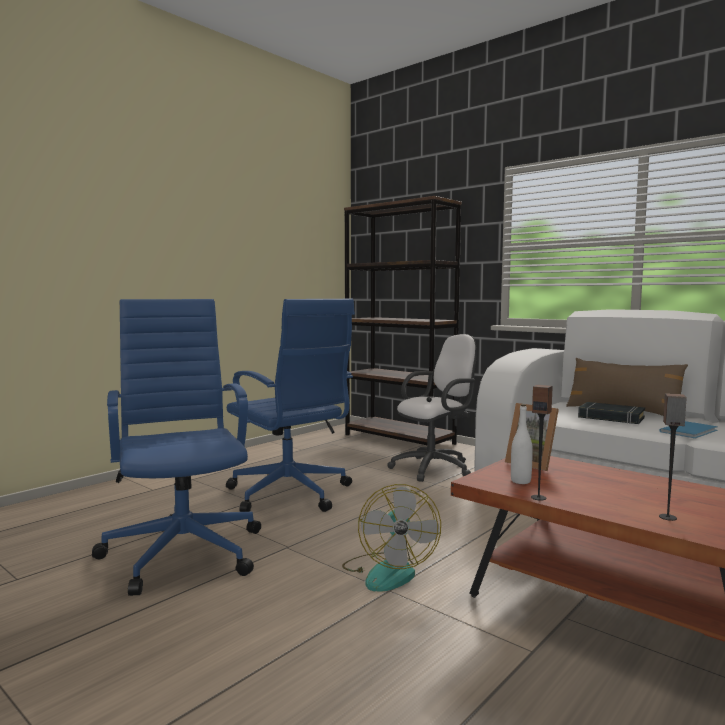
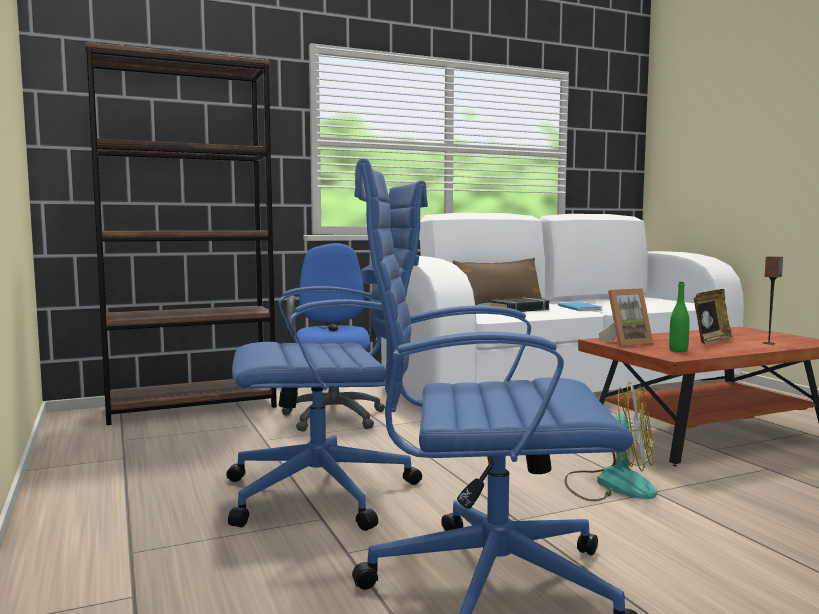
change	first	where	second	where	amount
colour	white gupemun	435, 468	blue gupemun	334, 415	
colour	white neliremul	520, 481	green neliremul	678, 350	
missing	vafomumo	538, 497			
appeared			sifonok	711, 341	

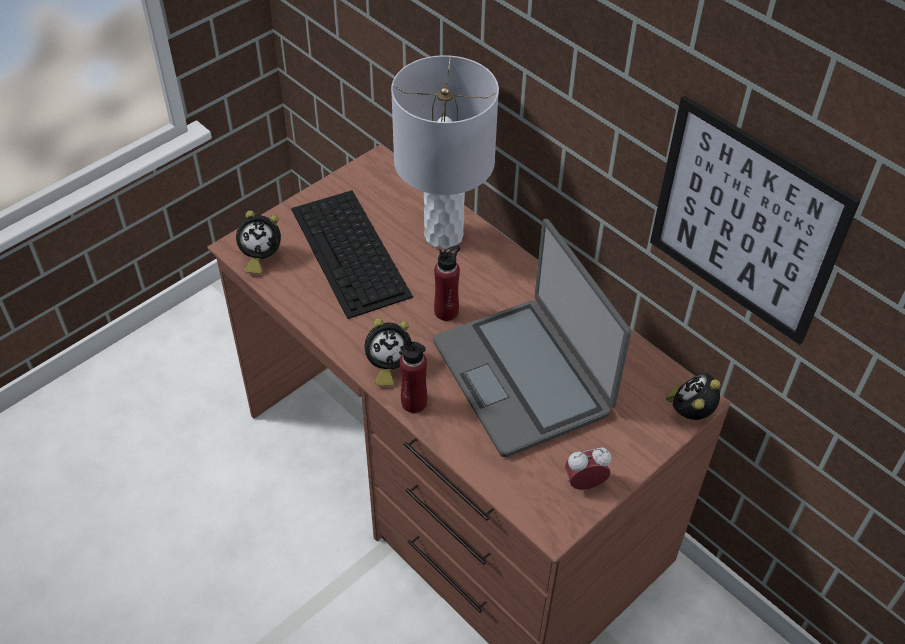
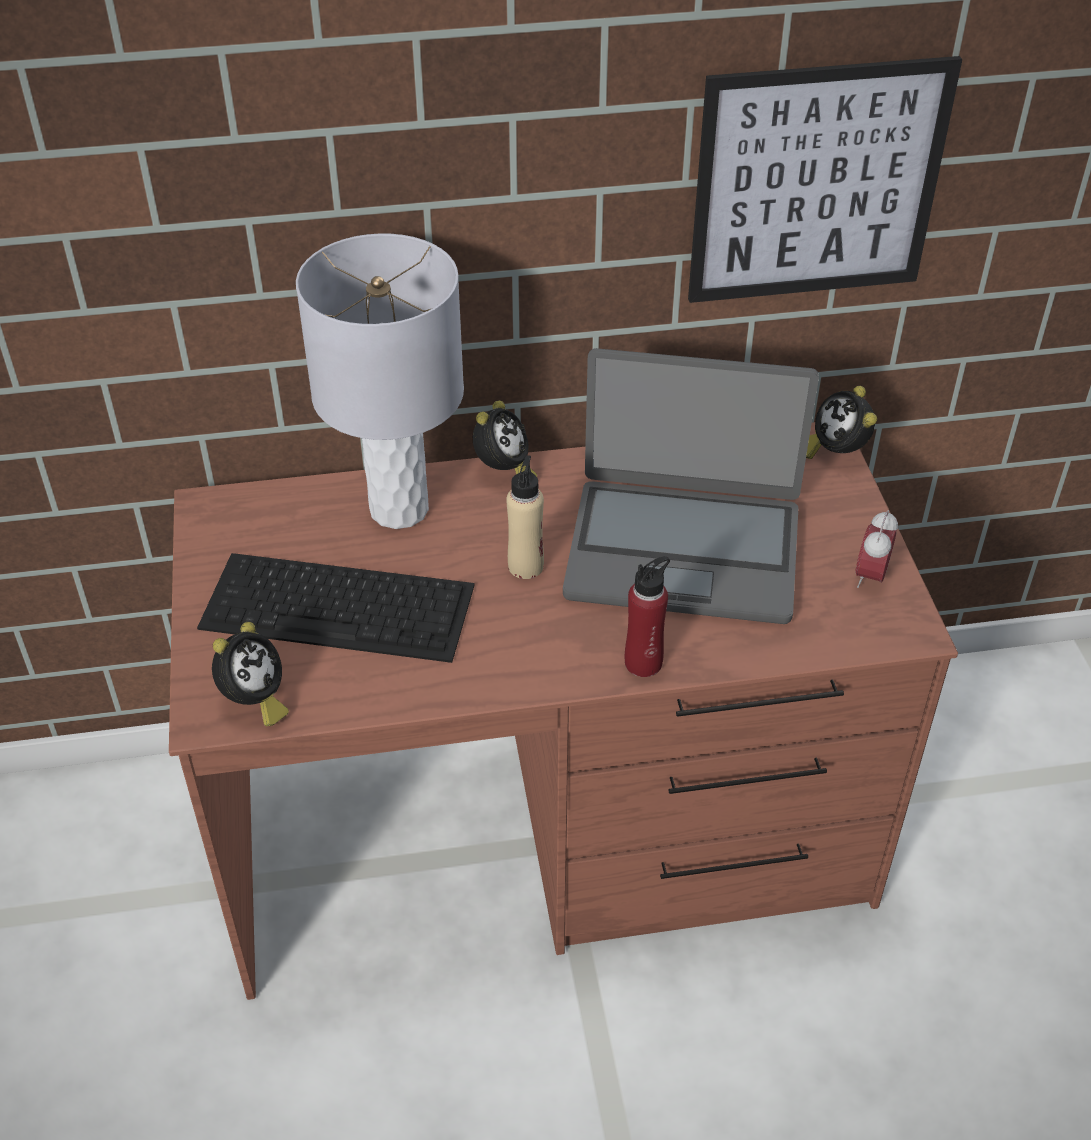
change	first	where	second	where	amount
relocated	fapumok	387, 366		503, 472	
colour	red neliremul	446, 311	beige neliremul	526, 566	

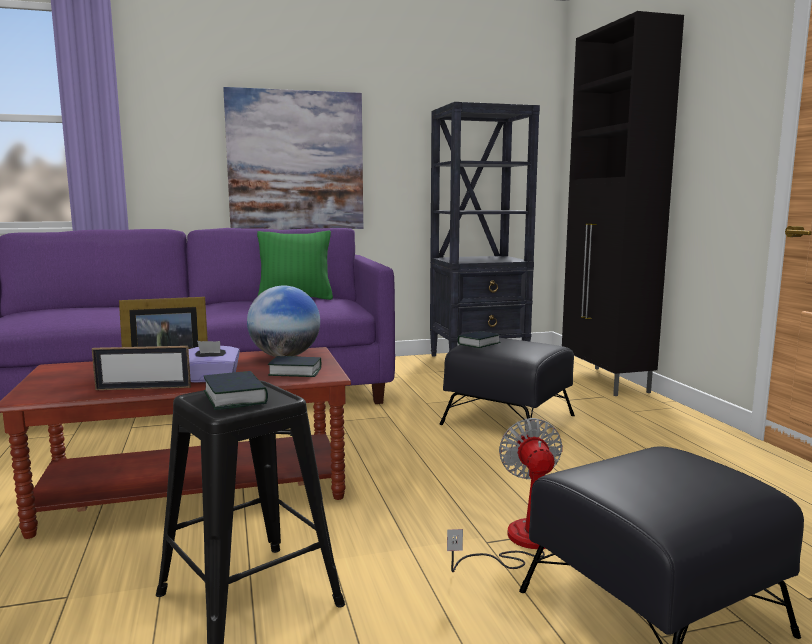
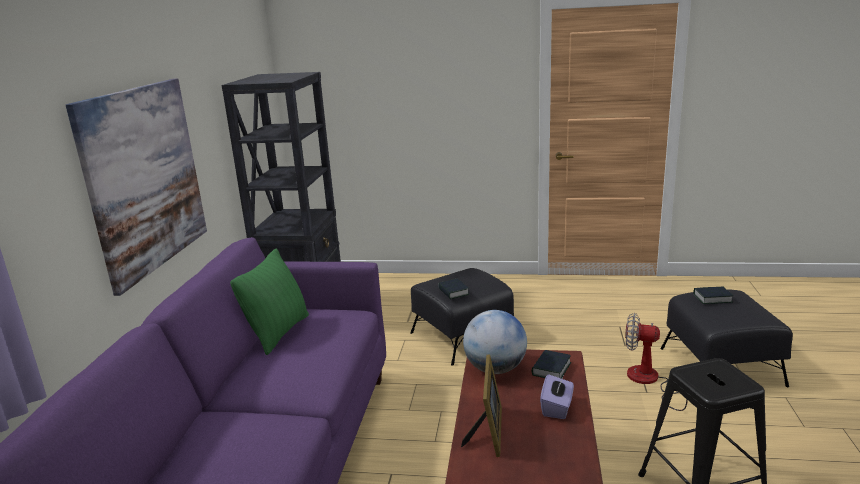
change	first	where	second	where	amount
missing	sifonok	143, 388			
relocated	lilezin	235, 397		712, 298	
missing	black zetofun	605, 381			

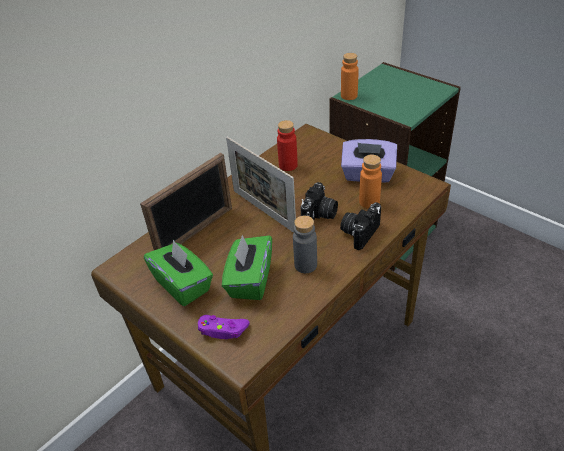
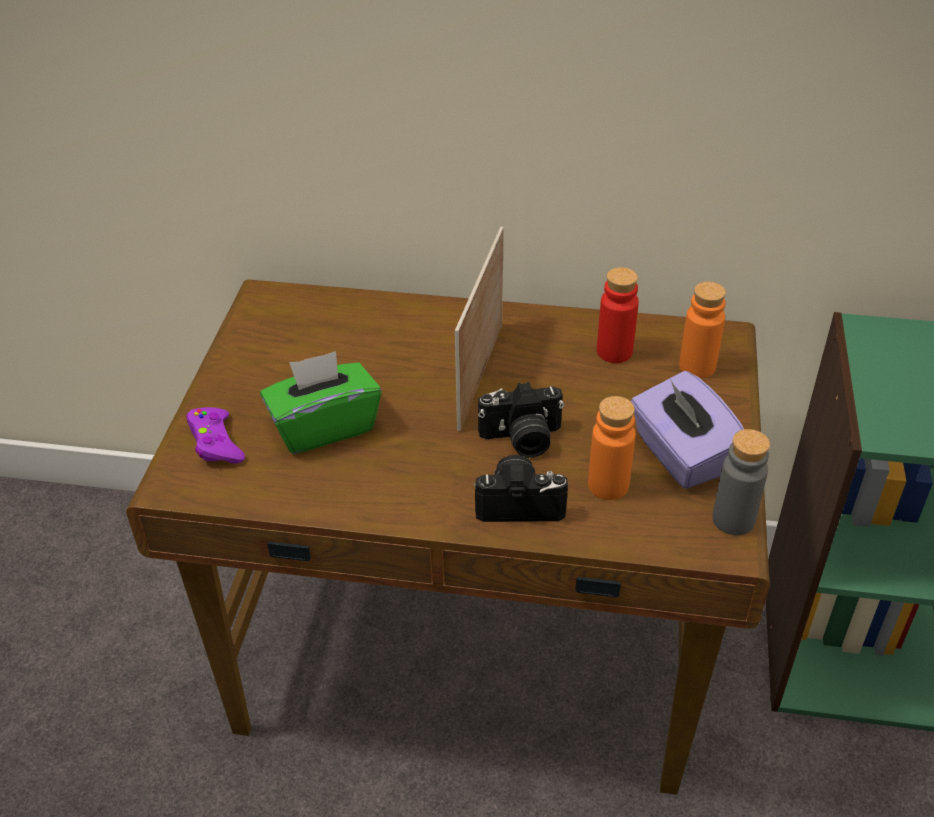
change	first	where	second	where	amount
missing	sifonok	196, 232			
missing	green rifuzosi	183, 285			
relocated	grey neliremul	305, 265		733, 519	
relocated	orange neliremul	349, 96		697, 366	

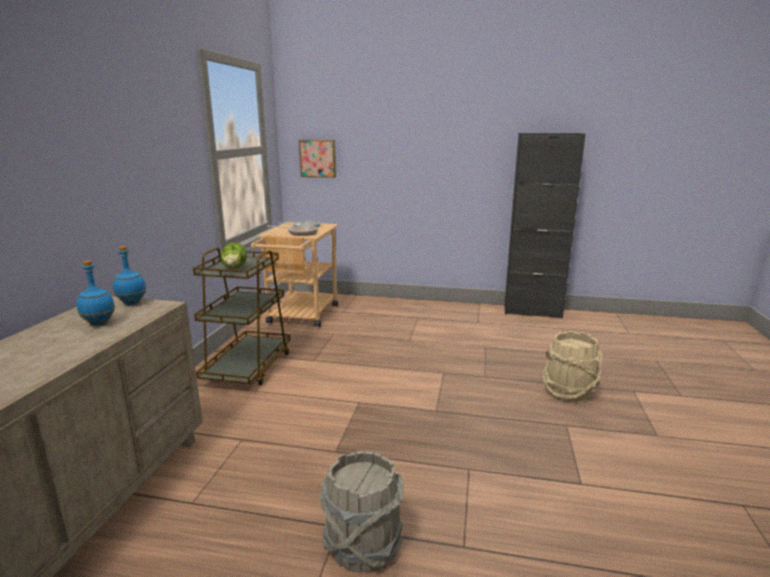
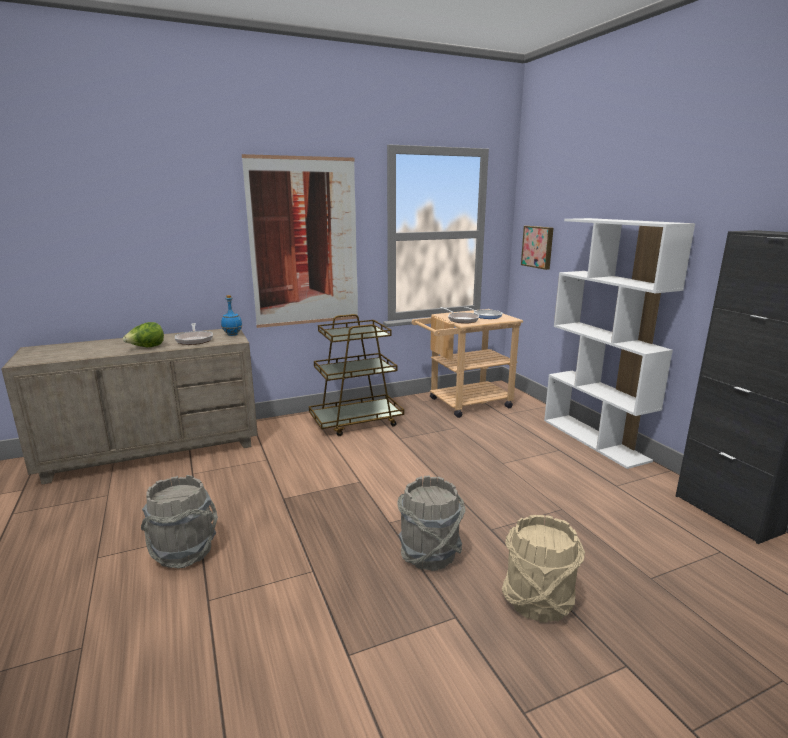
change	first	where	second	where	amount
exchanged	blue neliremul	99, 323	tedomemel	194, 340	
relocated	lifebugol	234, 269		146, 347	
appeared			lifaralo	304, 243	
appeared			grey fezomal	429, 554	
appeared			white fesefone	594, 439	

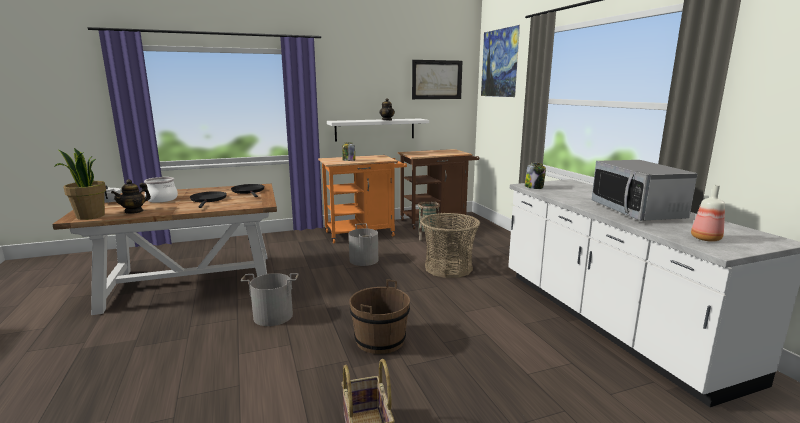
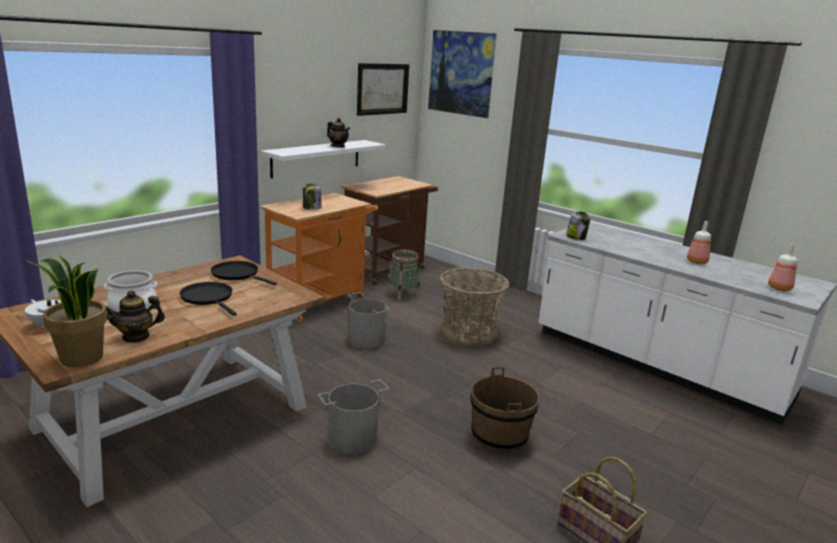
change	first	where	second	where	amount
spun	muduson	134, 211		136, 337	60 degrees clockwise
exchanged	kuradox	637, 211	neliremul	697, 262	

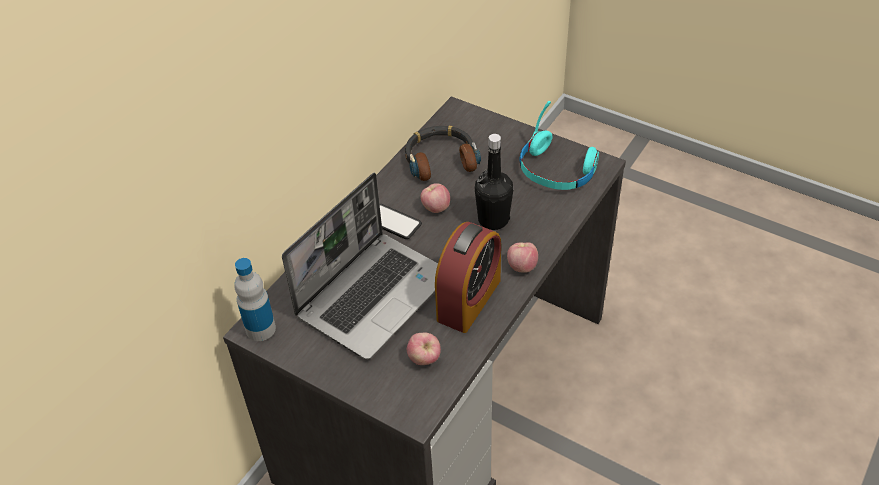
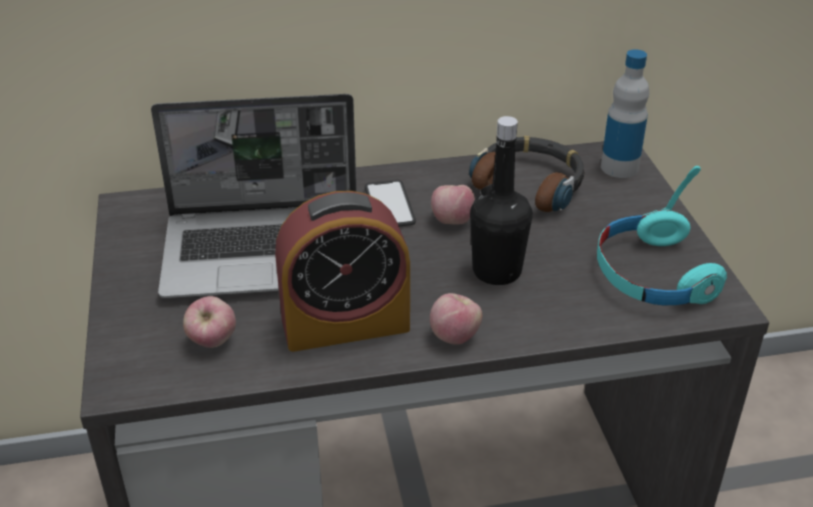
change	first	where	second	where	amount
relocated	neliremul	260, 329		619, 167	

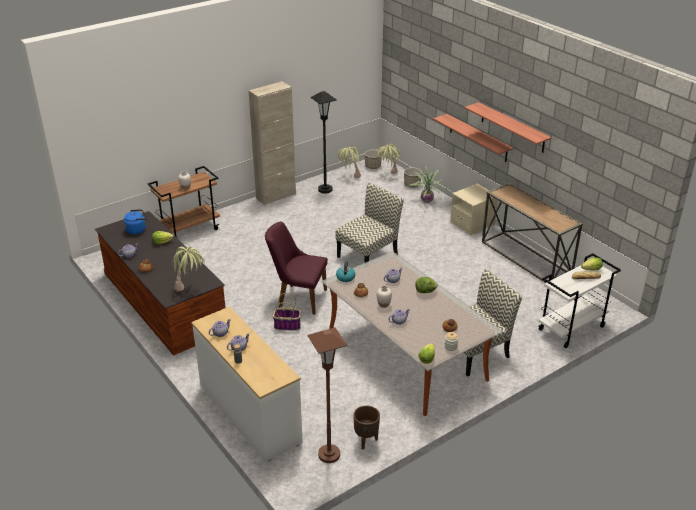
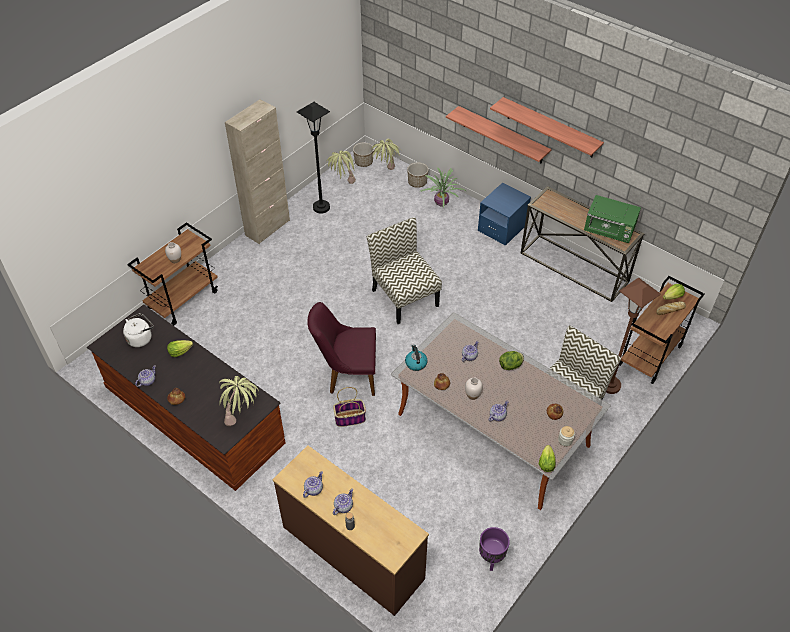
change	first	where	second	where	amount
colour	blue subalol	137, 230	white subalol	141, 338	
colour	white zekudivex	249, 413	brown zekudivex	352, 553	
relocated	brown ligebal	329, 454		610, 385	
spun	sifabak	368, 255		404, 297	60 degrees counterclockwise
colour	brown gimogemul	366, 441	purple gimogemul	491, 559	
colour	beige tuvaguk	472, 223	blue tuvaguk	502, 228	
colour	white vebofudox	571, 329	brown vebofudox	650, 356	
appeared			green kuradox	609, 231	

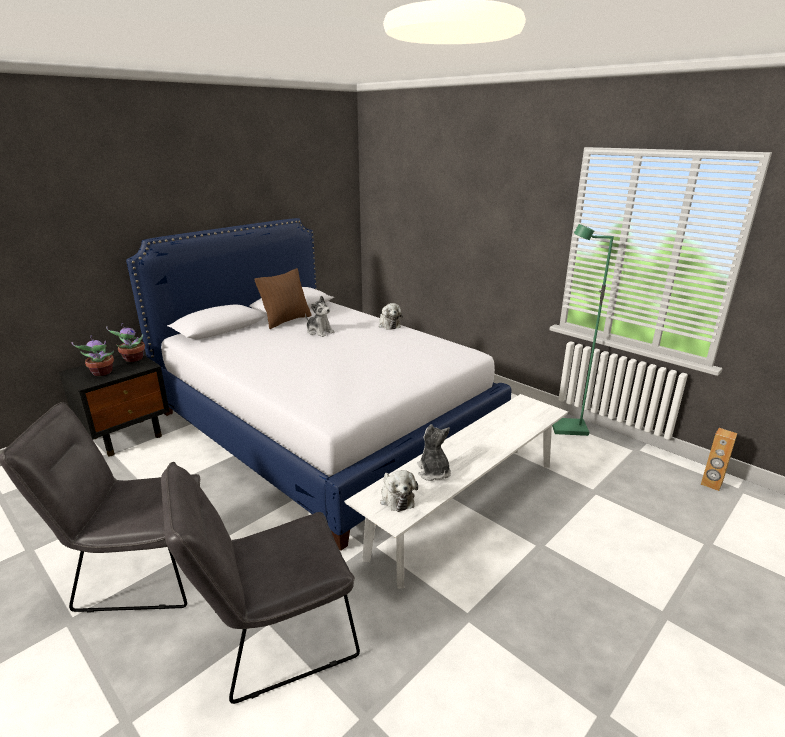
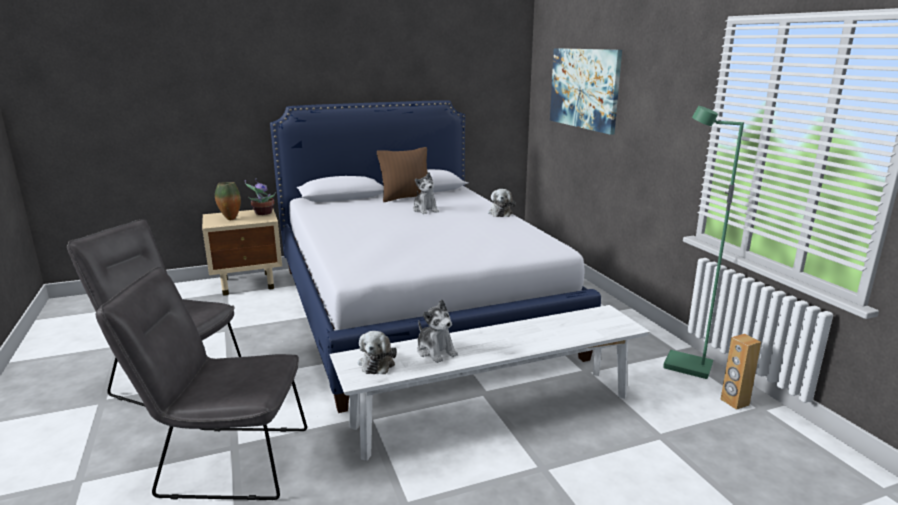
change	first	where	second	where	amount
colour	black tuvaguk	127, 436	beige tuvaguk	248, 283	
exchanged	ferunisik	101, 373	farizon	230, 219	
spun	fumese	433, 472		436, 351	135 degrees clockwise
relocated	brown vafomumo	711, 484		734, 402	
appeared			lifaralo	584, 88	

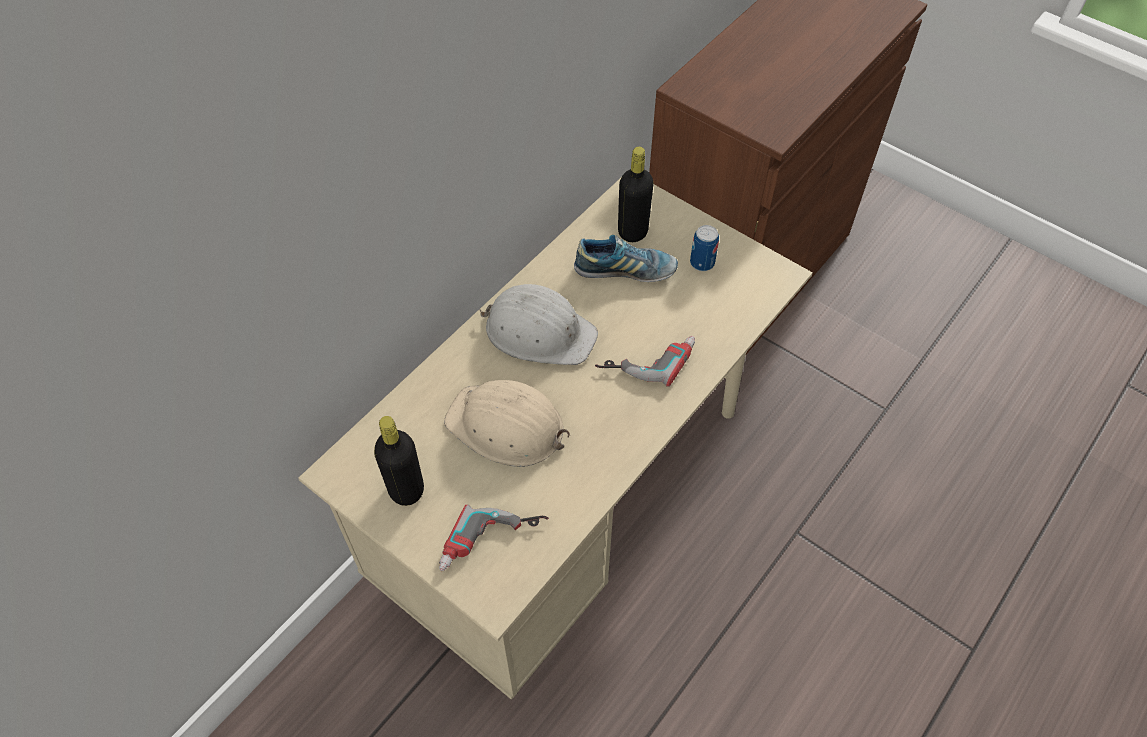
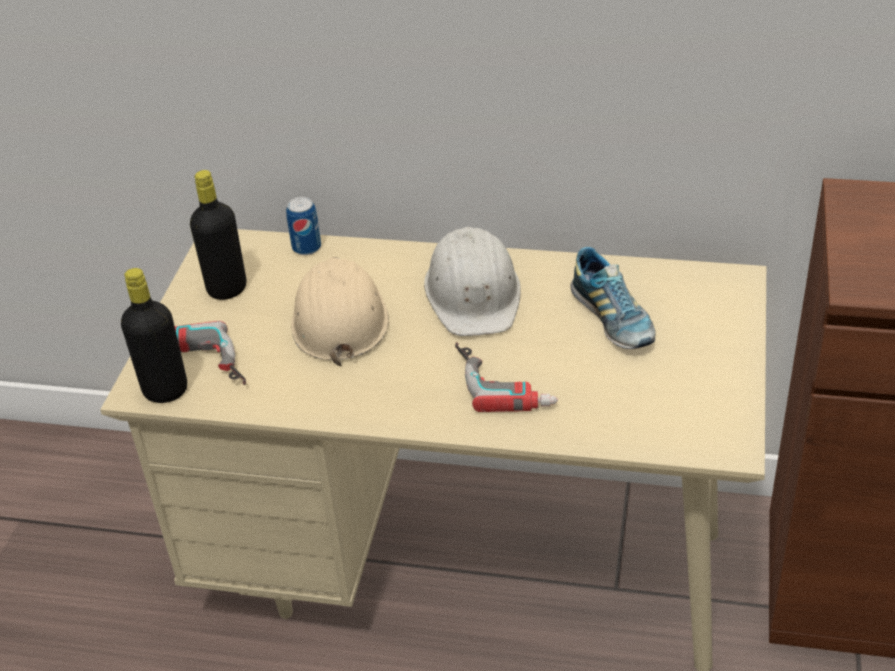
change	first	where	second	where	amount
relocated	black neliremul	632, 231		165, 390	
relocated	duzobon	702, 263		306, 247	

